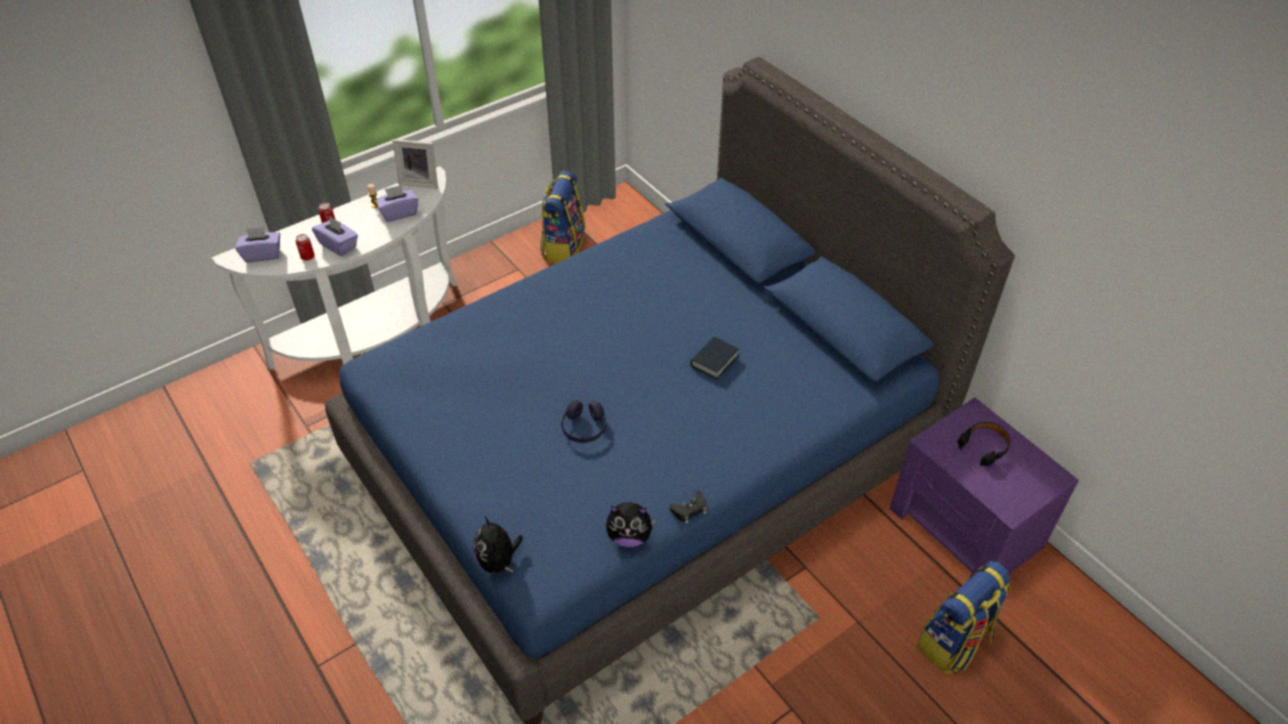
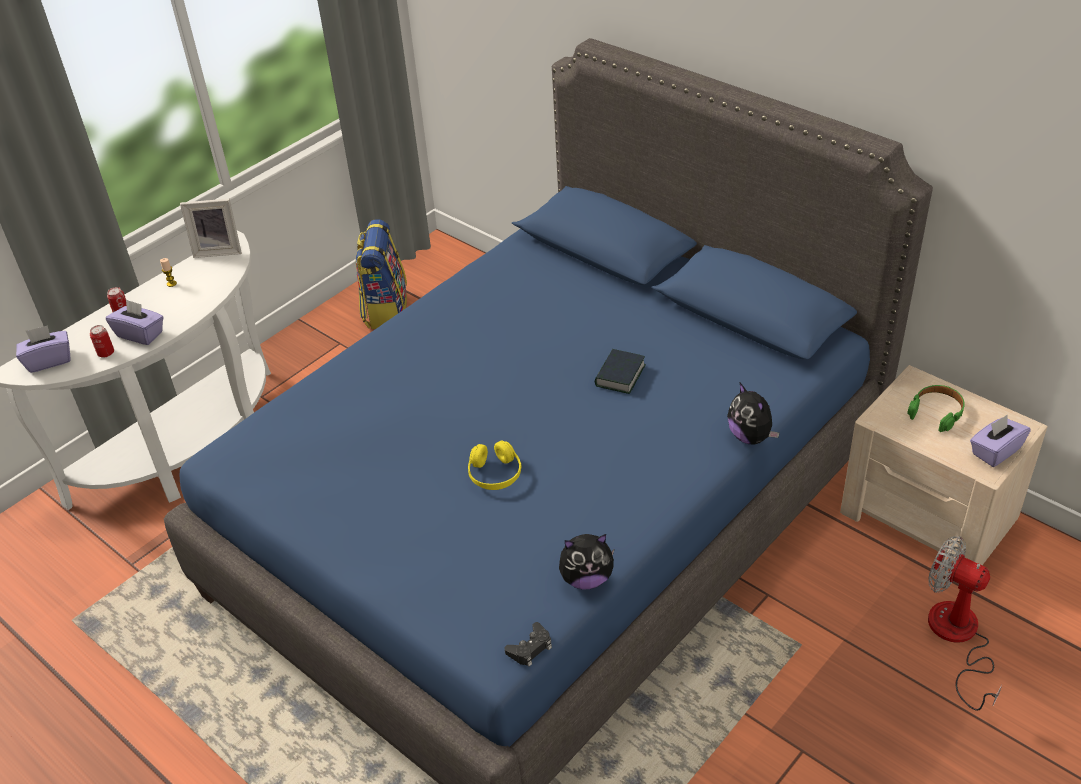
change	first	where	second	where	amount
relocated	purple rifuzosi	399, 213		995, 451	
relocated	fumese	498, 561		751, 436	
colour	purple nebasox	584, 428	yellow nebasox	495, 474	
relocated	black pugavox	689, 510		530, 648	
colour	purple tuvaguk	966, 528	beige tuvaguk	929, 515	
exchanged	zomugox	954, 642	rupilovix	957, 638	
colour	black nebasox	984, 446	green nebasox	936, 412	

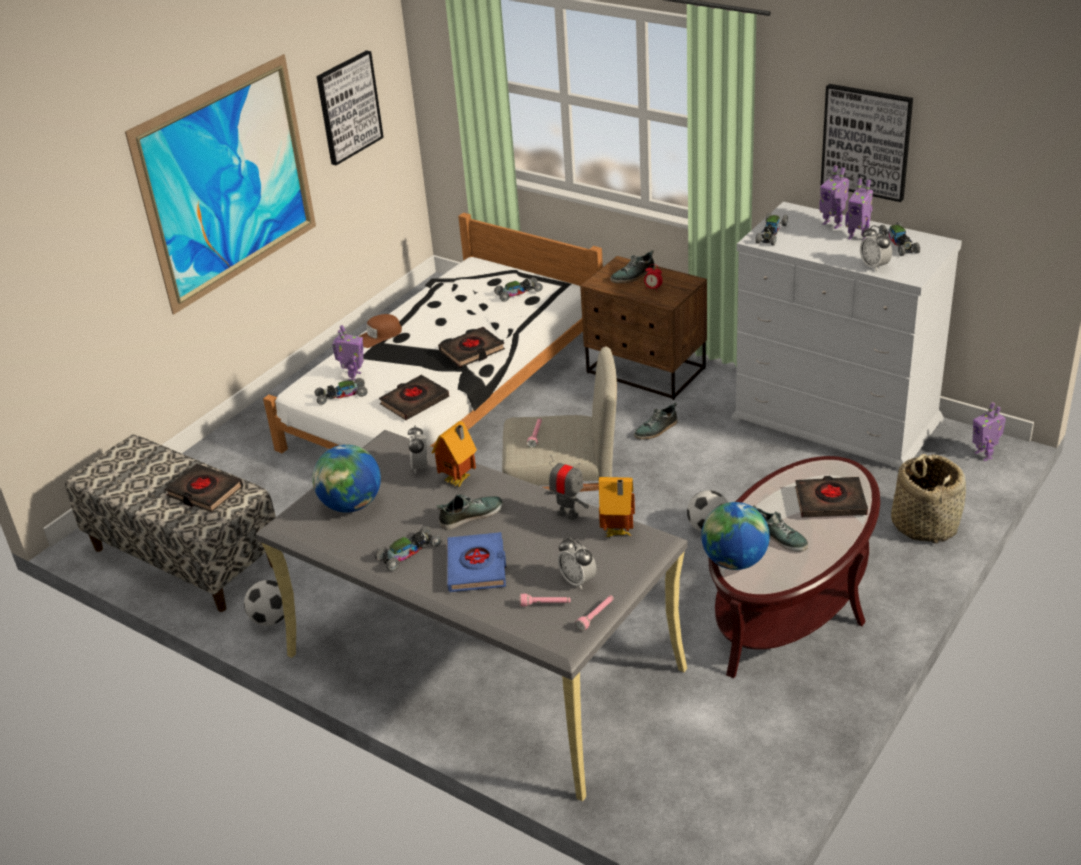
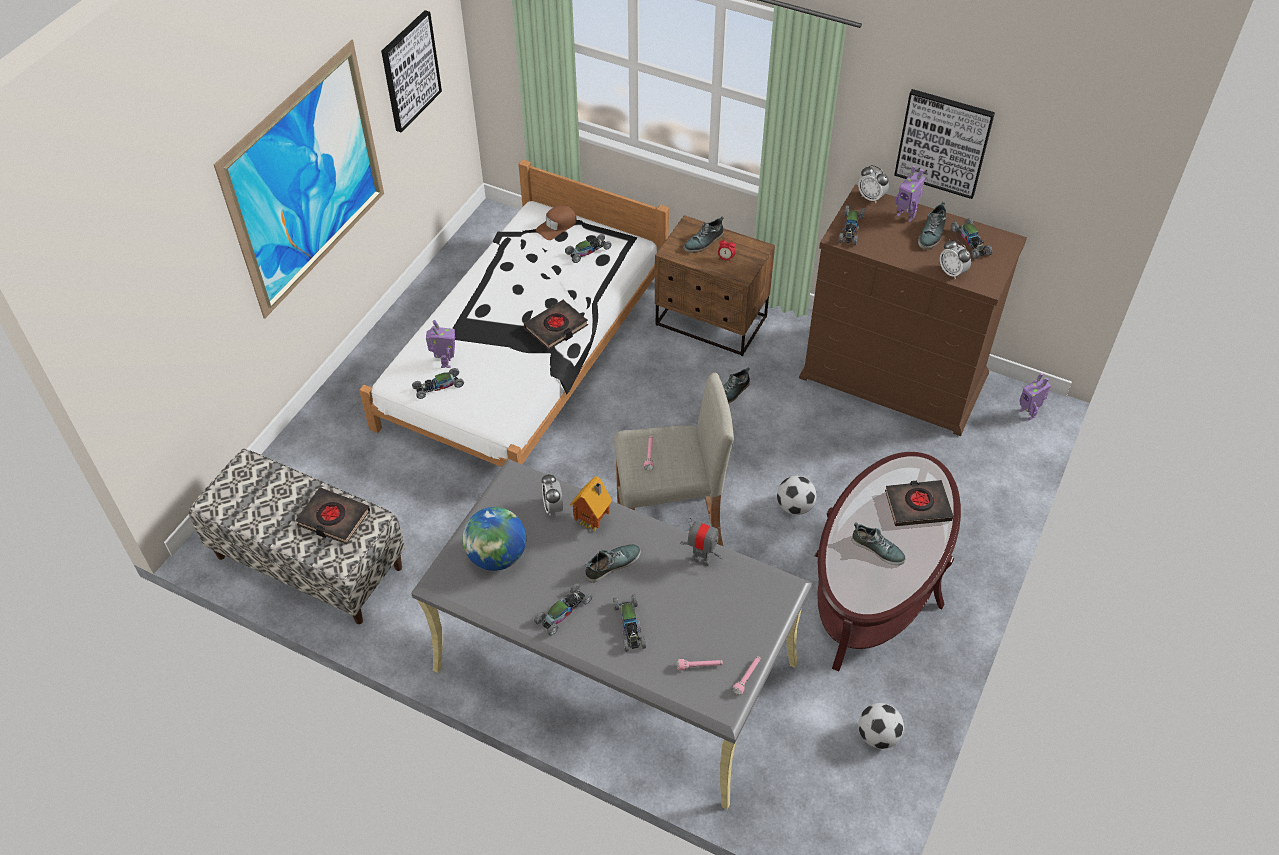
change	first	where	second	where	amount
relocated	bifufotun	271, 619		878, 735	
relocated	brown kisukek	379, 336		557, 226	
missing	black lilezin	414, 401			
exchanged	blue lilezin	477, 567	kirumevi	629, 625	
relocated	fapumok	578, 581		871, 197	
missing	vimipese	618, 533			
missing	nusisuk	734, 561			
colour	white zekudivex	837, 420	brown zekudivex	894, 376	
exchanged	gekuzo	858, 237	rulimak	932, 234	
missing	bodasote	924, 524			

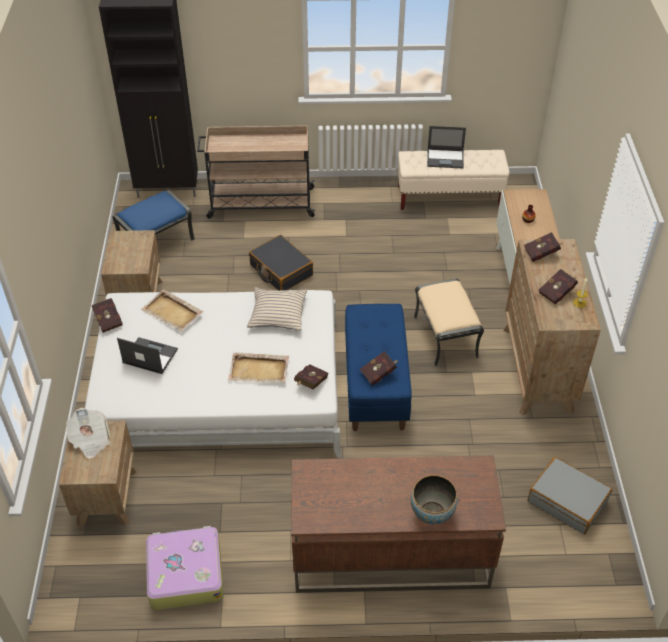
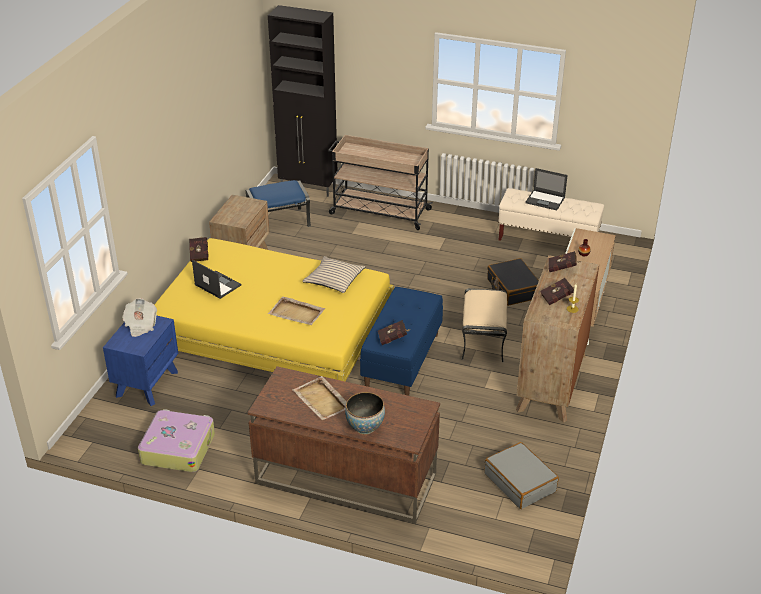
change	first	where	second	where	amount
colour	brown tuvaguk	106, 496	blue tuvaguk	147, 383	
colour	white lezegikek	220, 387	yellow lezegikek	273, 332	
relocated	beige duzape	172, 312		322, 400	
relocated	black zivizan	281, 270		513, 289	
missing	red lilezin	310, 383			

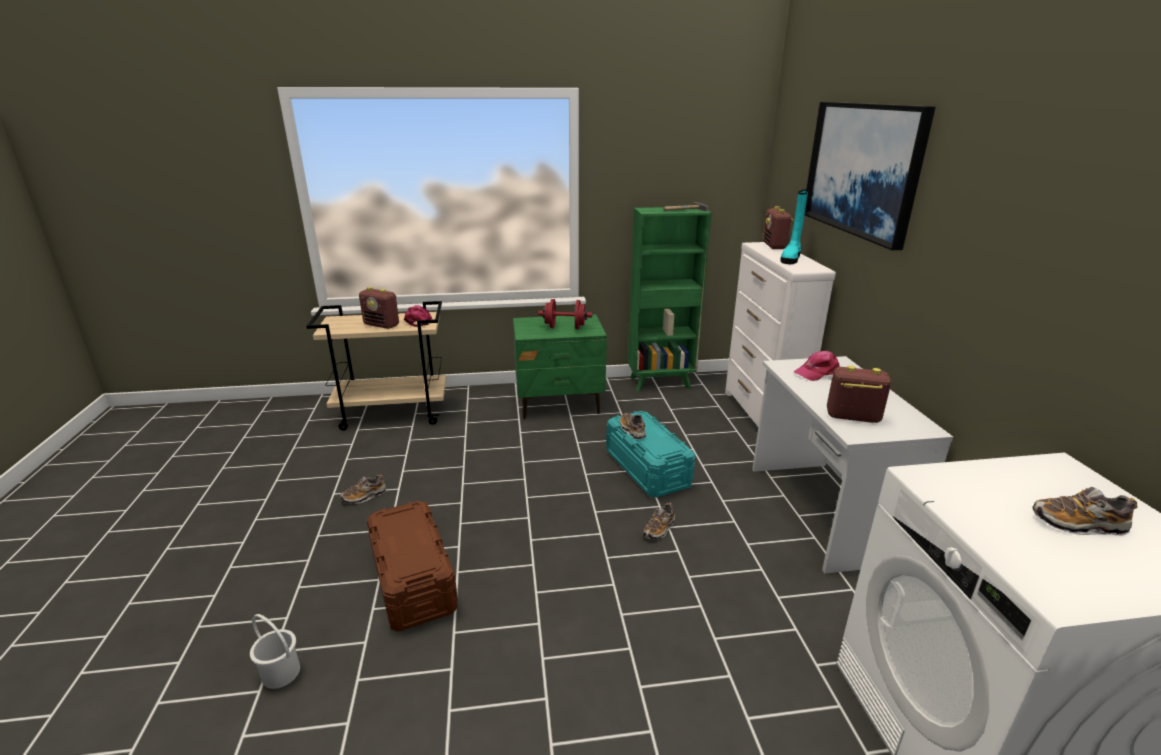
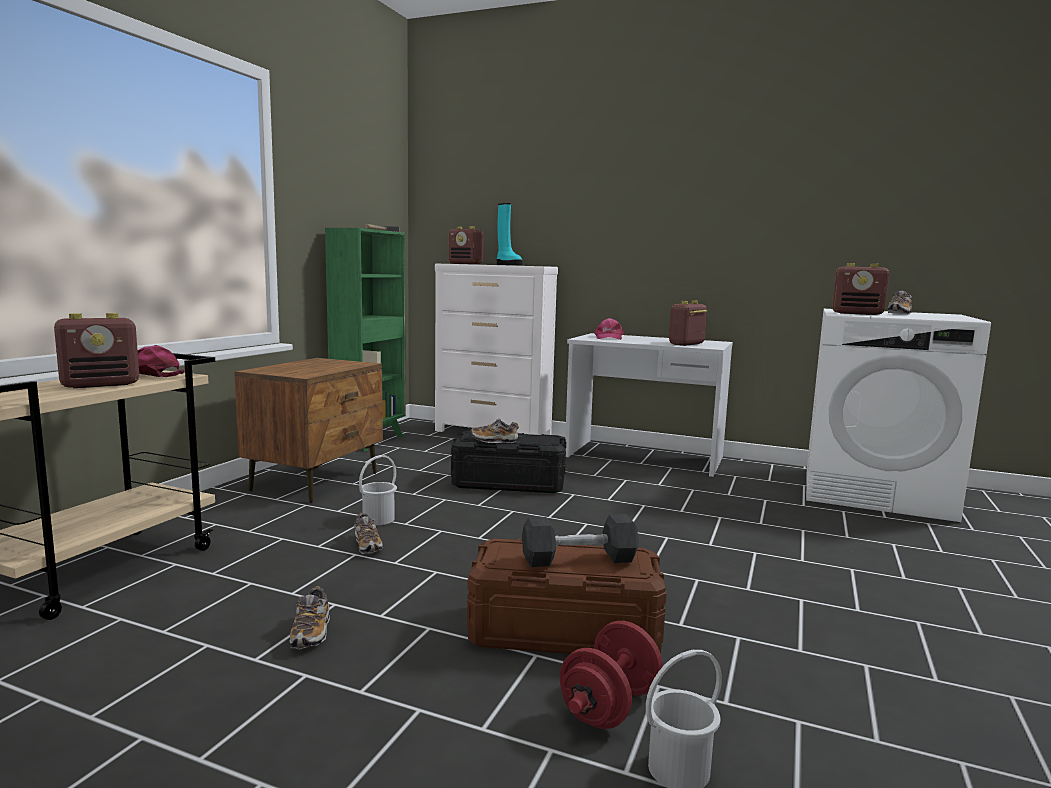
change	first	where	second	where	amount
colour	green tuvaguk	559, 404	brown tuvaguk	316, 481	
relocated	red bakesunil	565, 327		609, 706	
colour	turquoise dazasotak	647, 469	black dazasotak	509, 483	
relocated	rulimak	659, 529		367, 545	
missing	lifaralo	862, 169			
appeared			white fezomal	379, 519	
appeared			black bakesunil	579, 559	
appeared			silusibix	857, 313	

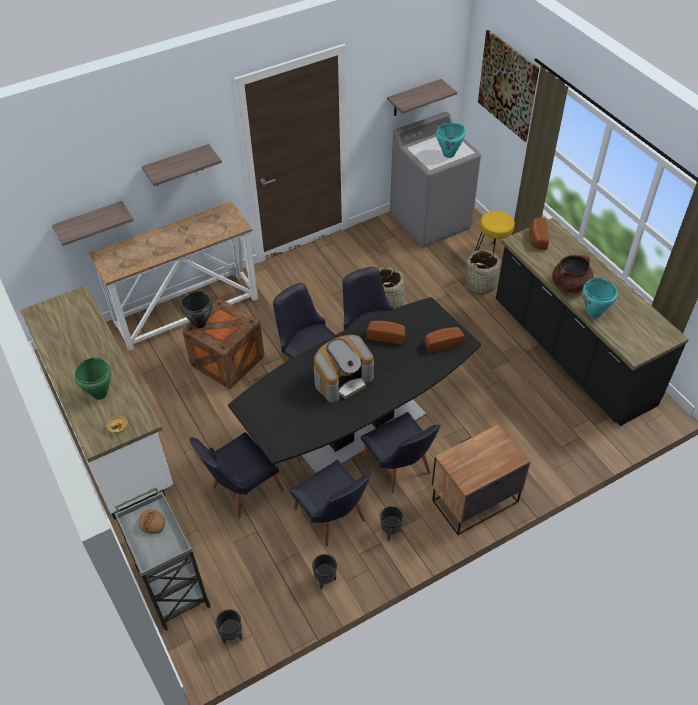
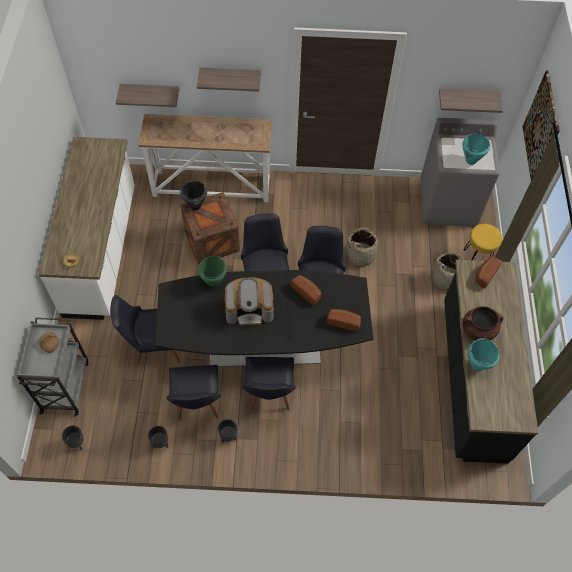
change	first	where	second	where	amount
relocated	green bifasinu	99, 394		213, 282	
missing	tuvaguk	473, 500			

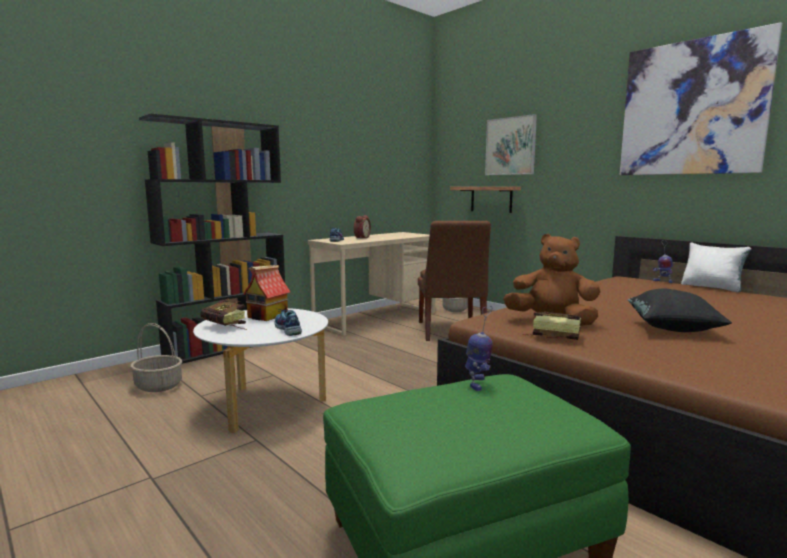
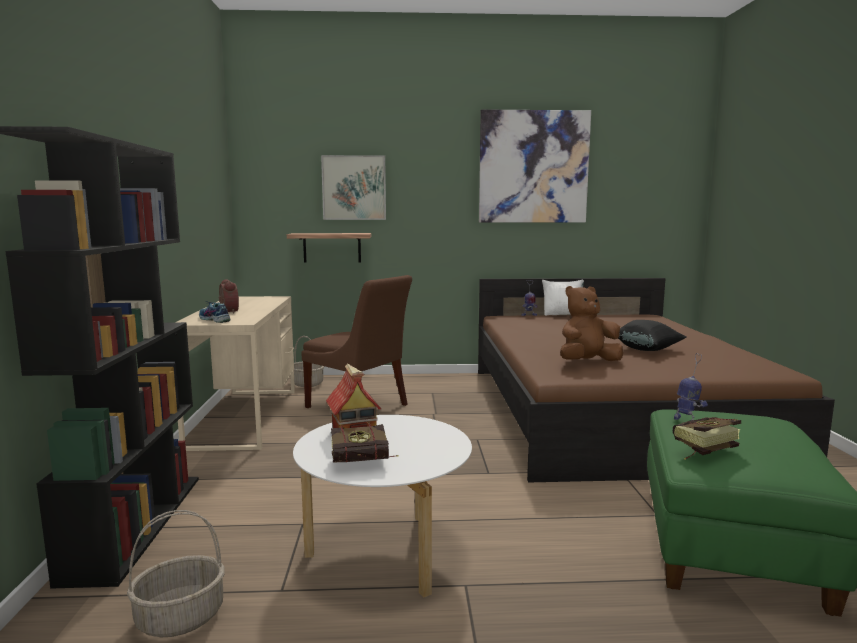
change	first	where	second	where	amount
missing	rulimak	287, 329			
relocated	lilezin	550, 336		700, 450	

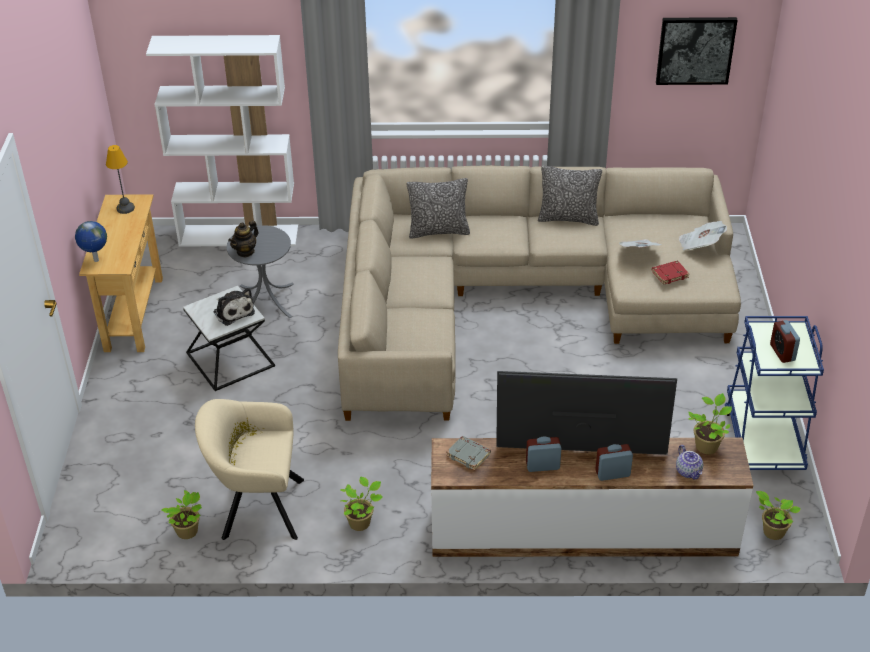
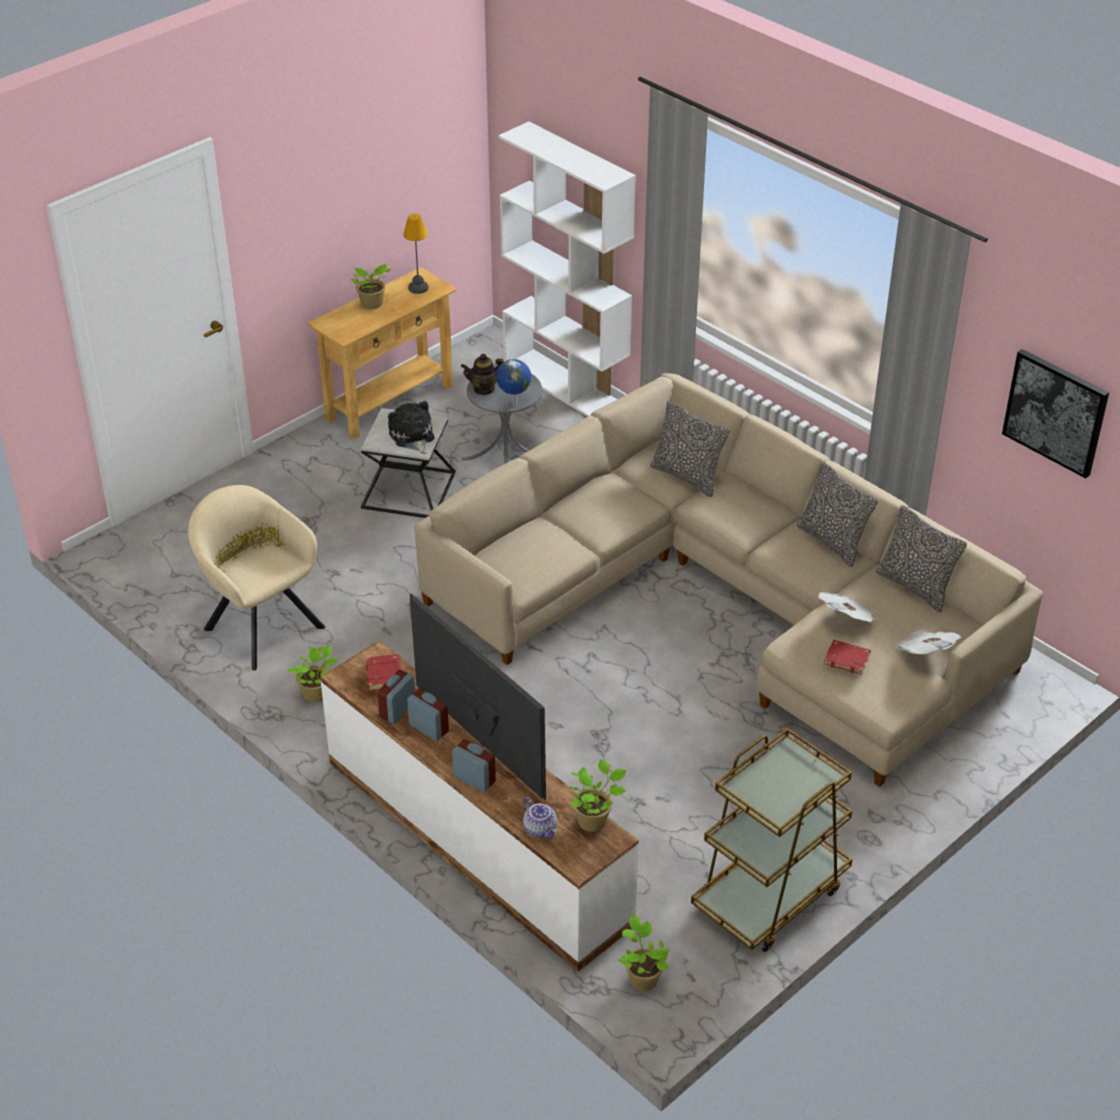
change	first	where	second	where	amount
relocated	nusisuk	96, 260		513, 404	
relocated	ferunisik	189, 532		372, 305	
spun	fumese	233, 311		412, 437	150 degrees clockwise
colour	grey lilezin	469, 455	red lilezin	385, 675	
spun	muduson	689, 472		541, 829	60 degrees counterclockwise
colour	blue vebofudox	763, 438	brown vebofudox	770, 895	
relocated	fapumok	782, 352		397, 710	
appeared			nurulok	915, 587	

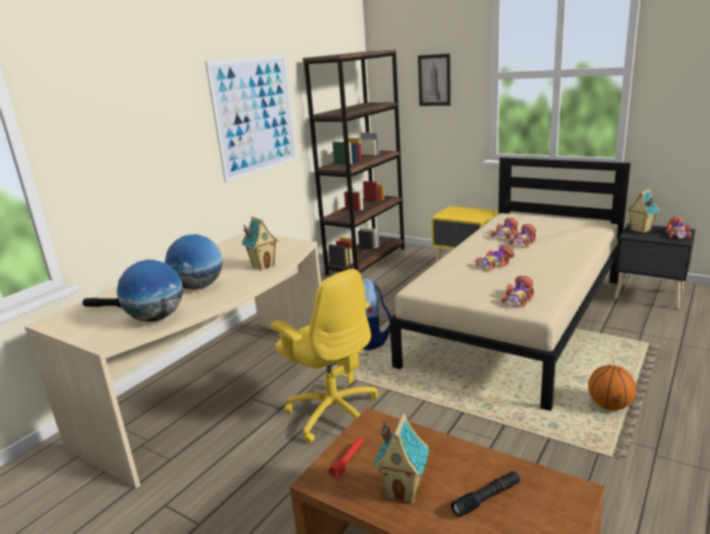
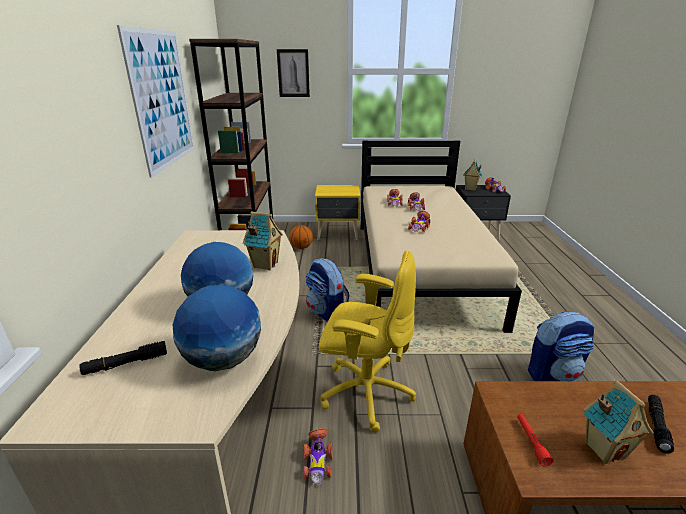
change	first	where	second	where	amount
relocated	kirumevi	518, 298		318, 460	
relocated	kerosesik	610, 405		301, 247	
appeared			zomugox	553, 374	

